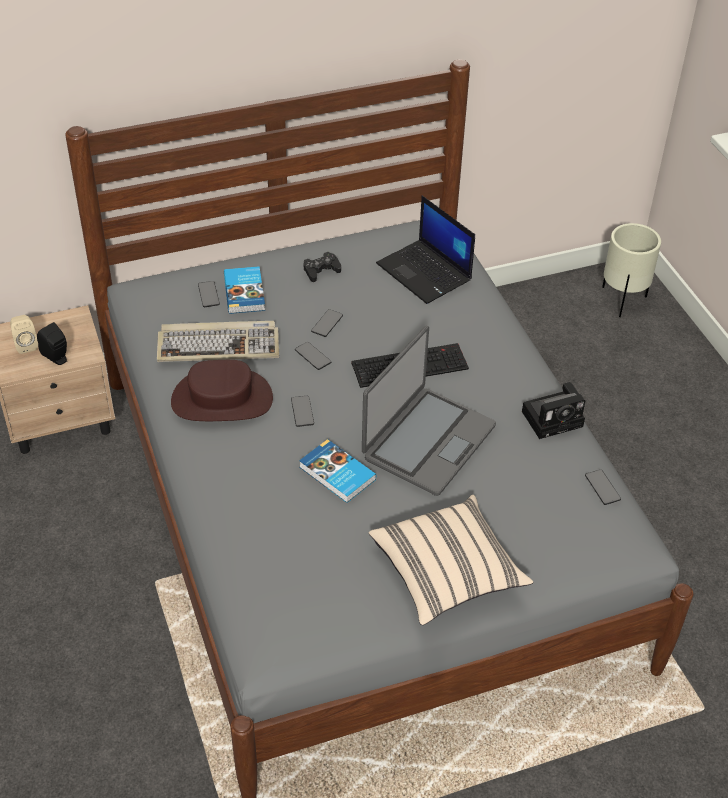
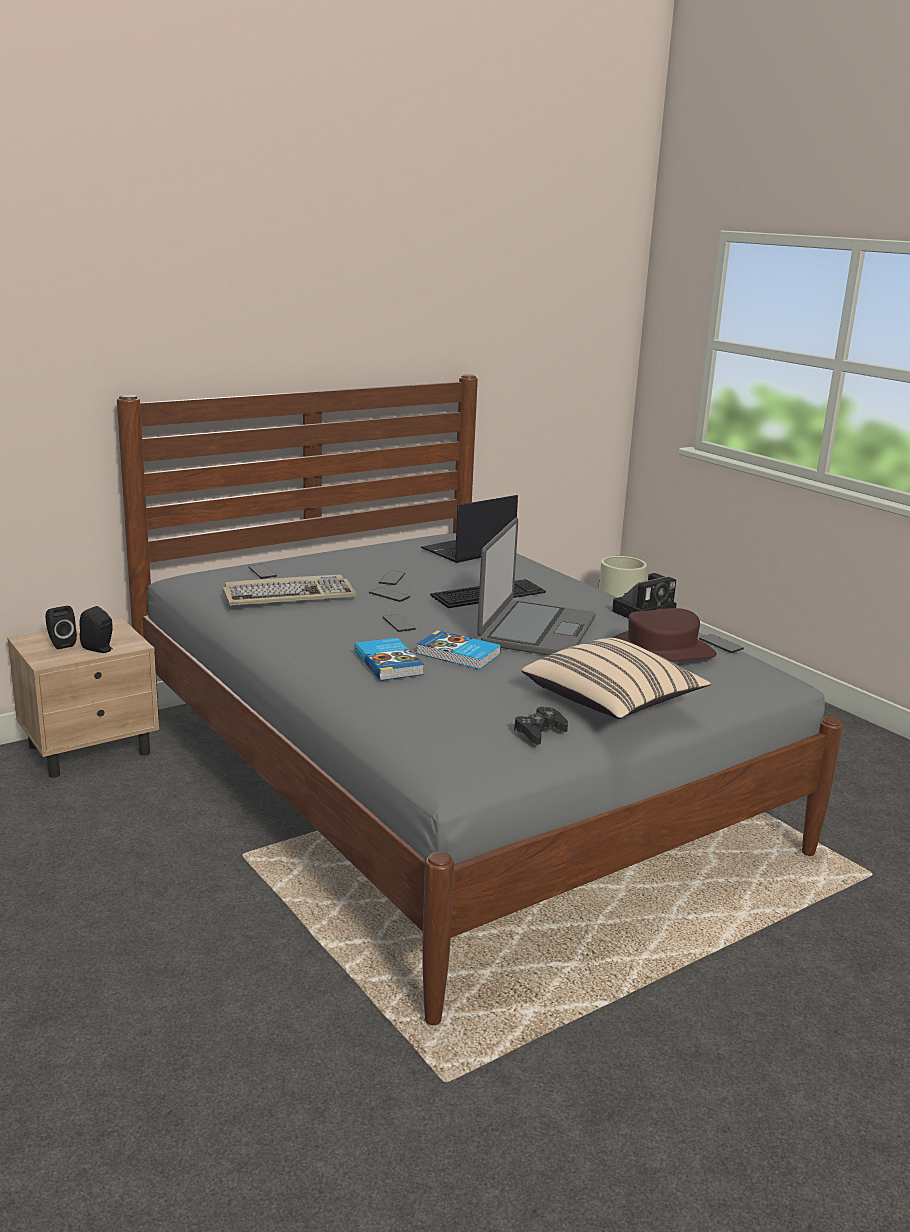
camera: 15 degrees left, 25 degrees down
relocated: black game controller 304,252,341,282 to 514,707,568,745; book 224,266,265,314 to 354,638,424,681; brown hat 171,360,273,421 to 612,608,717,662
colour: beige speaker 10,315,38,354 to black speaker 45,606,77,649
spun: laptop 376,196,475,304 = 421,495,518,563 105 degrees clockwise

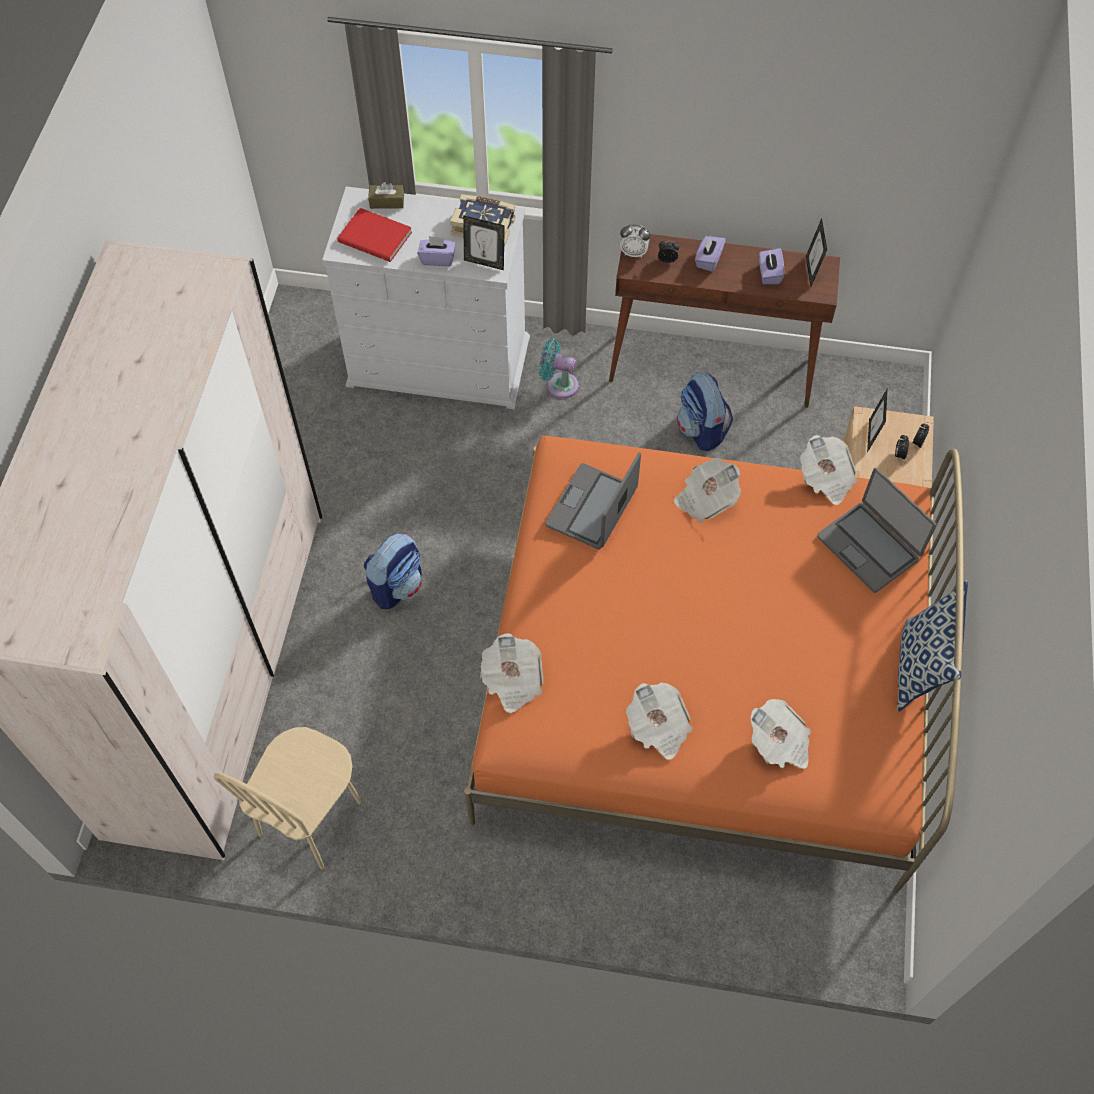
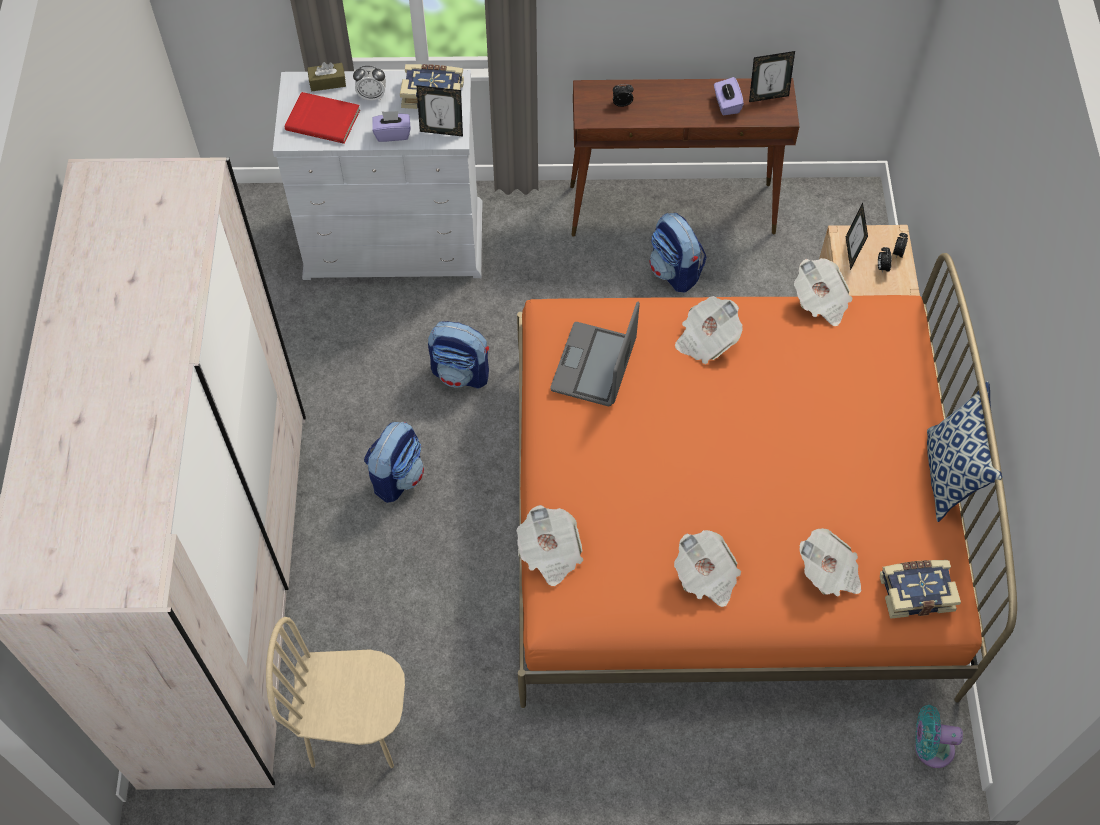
camera: 10 degrees left, 0 degrees up
missing: purple tissue box 695,236,726,272; laptop 817,468,937,593
appeared: backpack 428,321,489,389; book 880,560,961,619
relocated: alarm clock 620,225,650,258 to 353,66,386,100; turquoise fan 539,339,578,399 to 915,705,963,768
spun: picture frame 806,218,827,286 = 749,51,795,102 90 degrees counterclockwise; beige chair 214,727,362,869 = 266,617,405,768 75 degrees clockwise

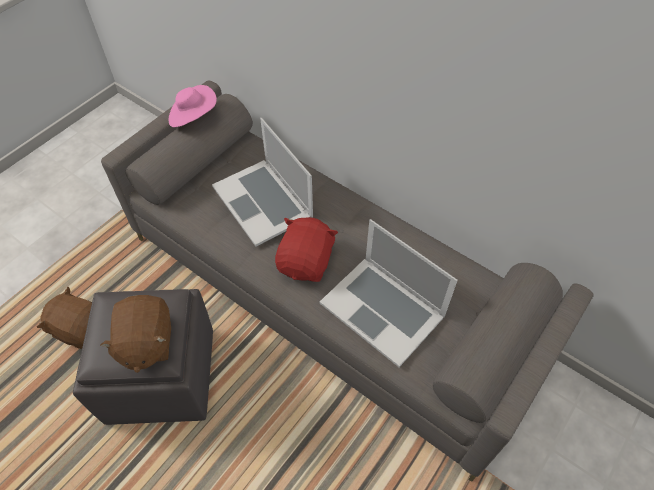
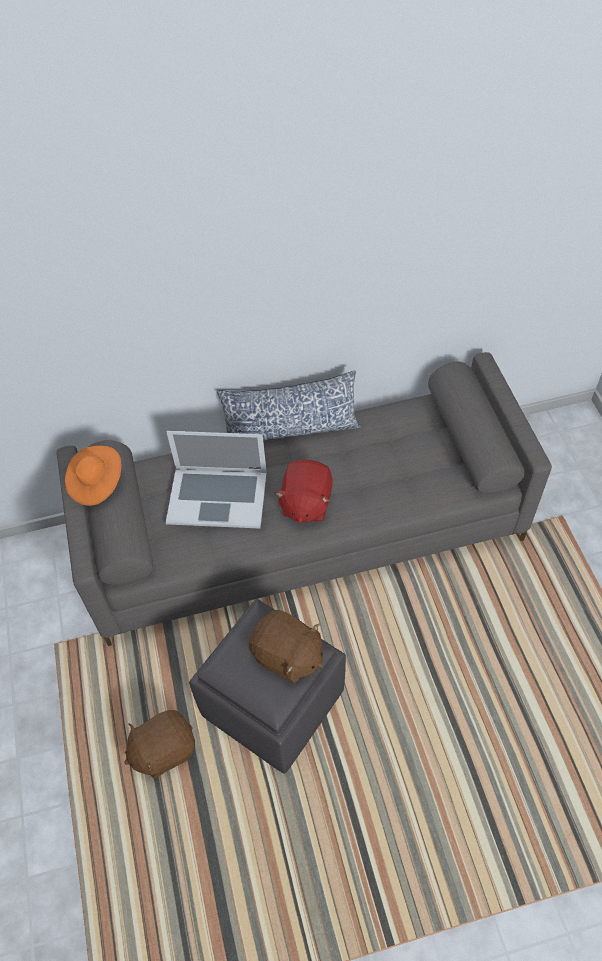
camera: 50 degrees left, 0 degrees up
missing: laptop 320,219,458,367
appeared: pillow 217,371,360,440
colour: pink hat 169,85,217,127 to orange hat 65,446,121,506
spun: red plush toy 275,217,338,282 = 275,459,333,524 135 degrees counterclockwise

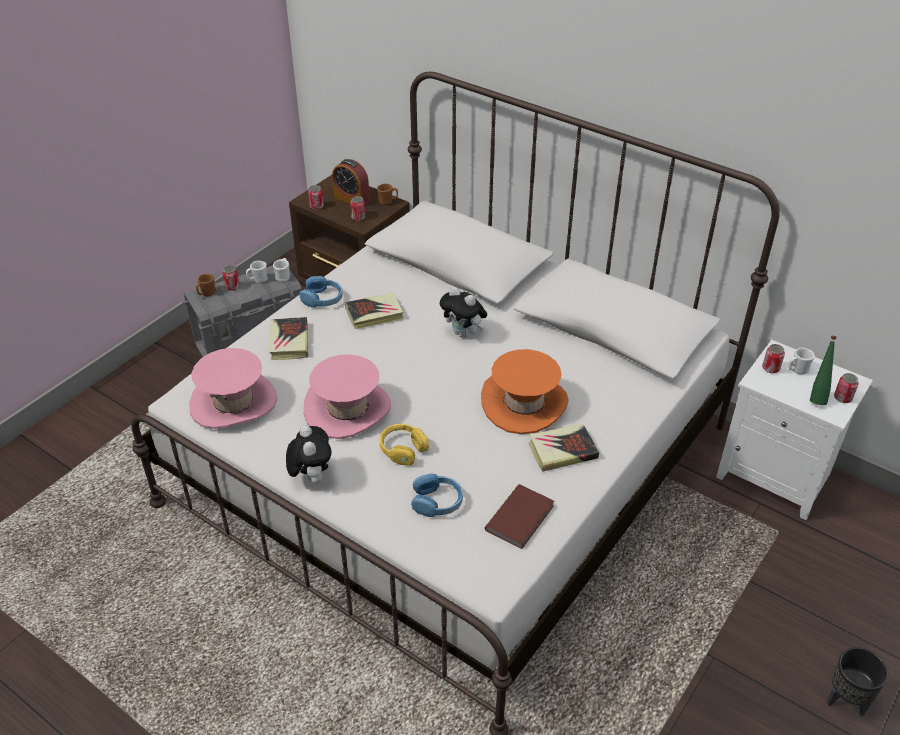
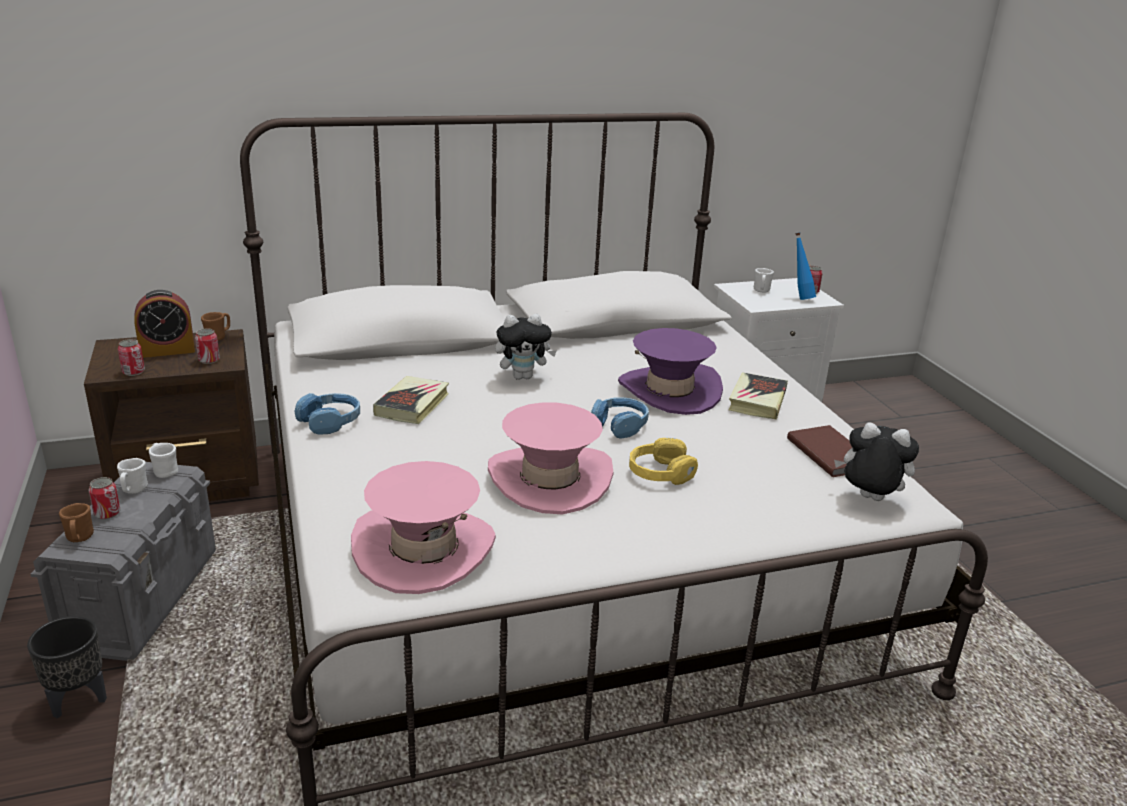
camera: 55 degrees left, 15 degrees down
missing: book 269,317,308,360; can 762,344,785,373
relocated: plush toy 286,425,332,484 to 834,422,919,501; blue headphones 411,473,463,517 to 591,397,649,439; black planter 827,647,888,716 to 27,616,107,719
colour: green bottle 810,336,836,405 to blue bottle 795,232,816,300; orange hat 481,349,569,434 to purple hat 618,328,723,415

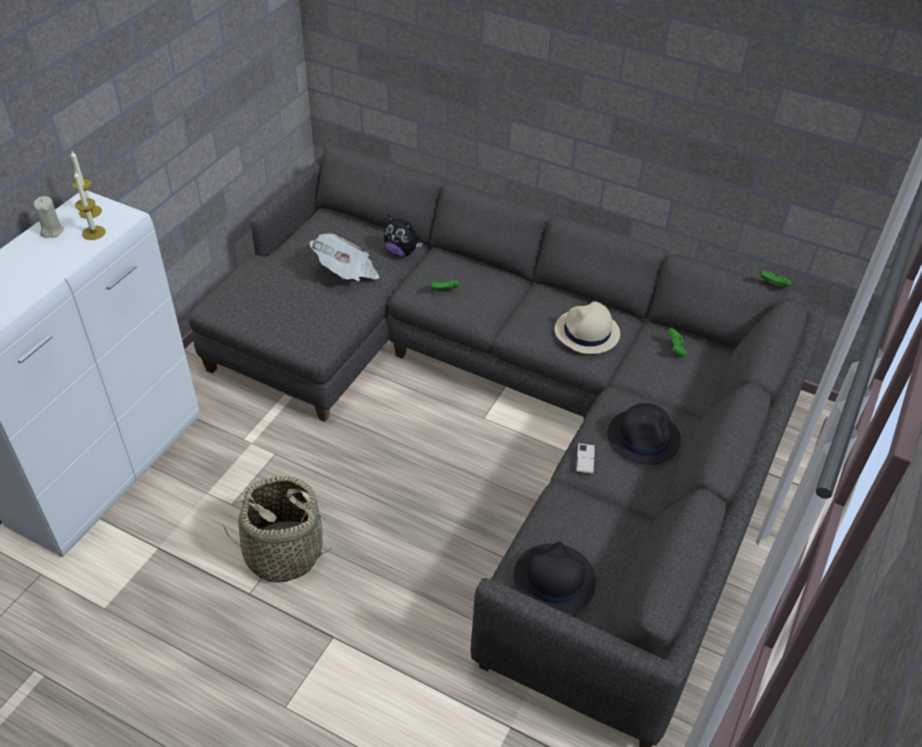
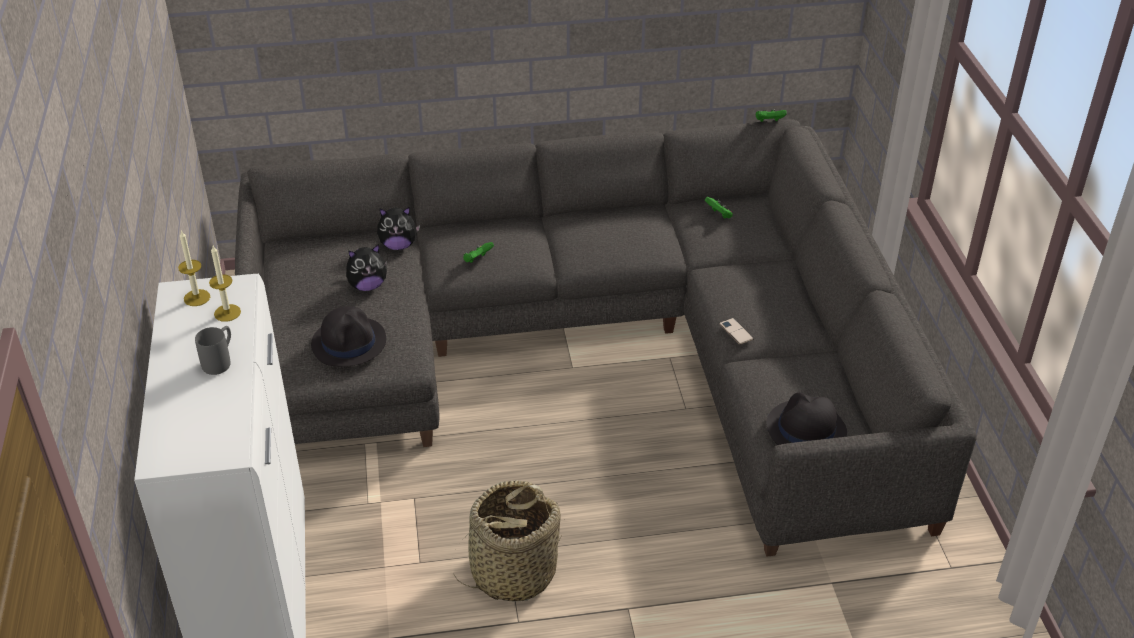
camera: 35 degrees left, 5 degrees down
missing: beige candle 34,196,64,238; beige hat 555,301,620,354
appeared: grey mug 195,326,231,375
relocated: black hat 608,403,681,465 to 311,306,386,367
exchanged: newspaper 309,233,379,281 to plush toy 346,244,387,291

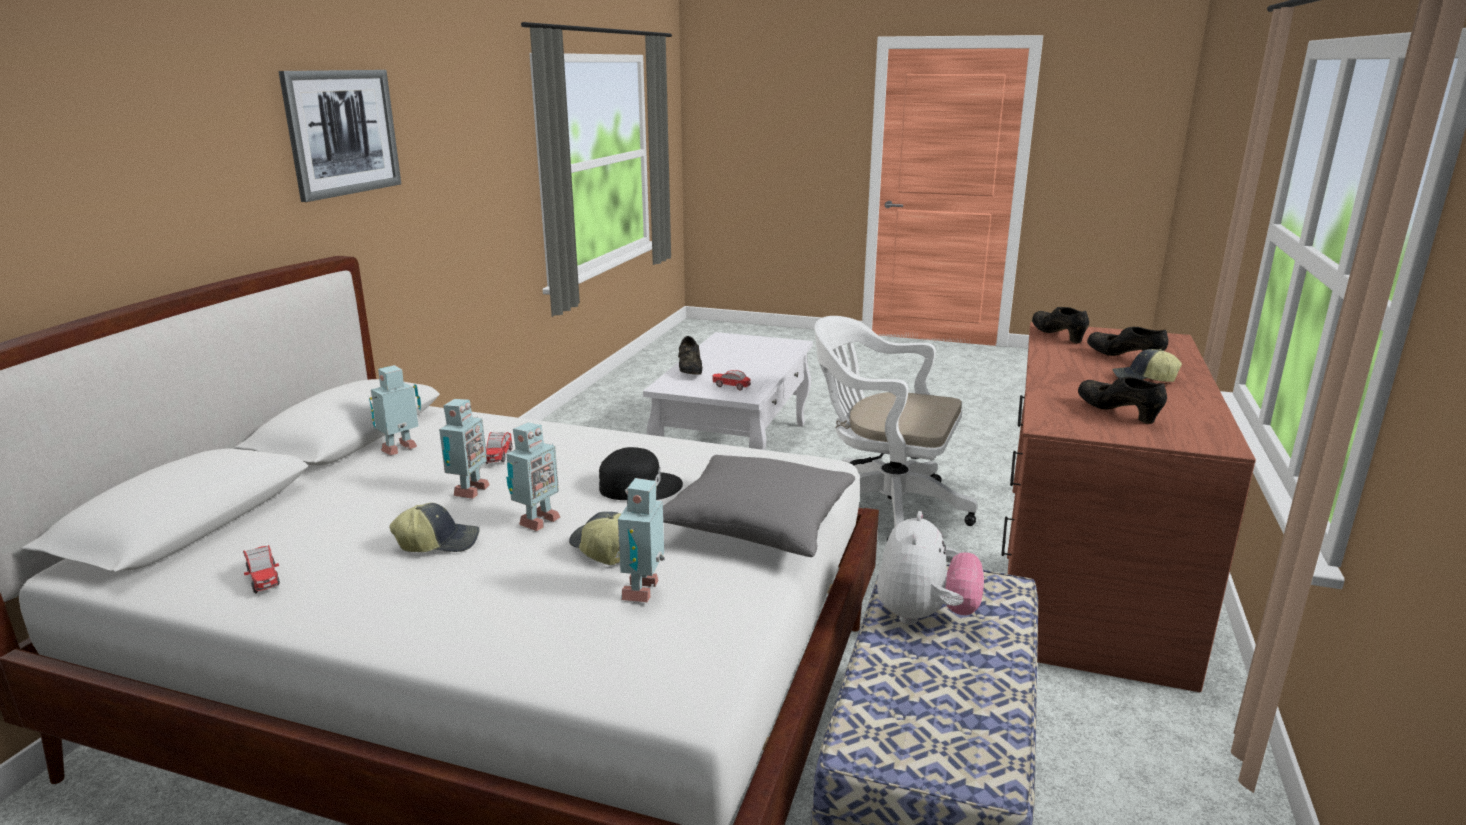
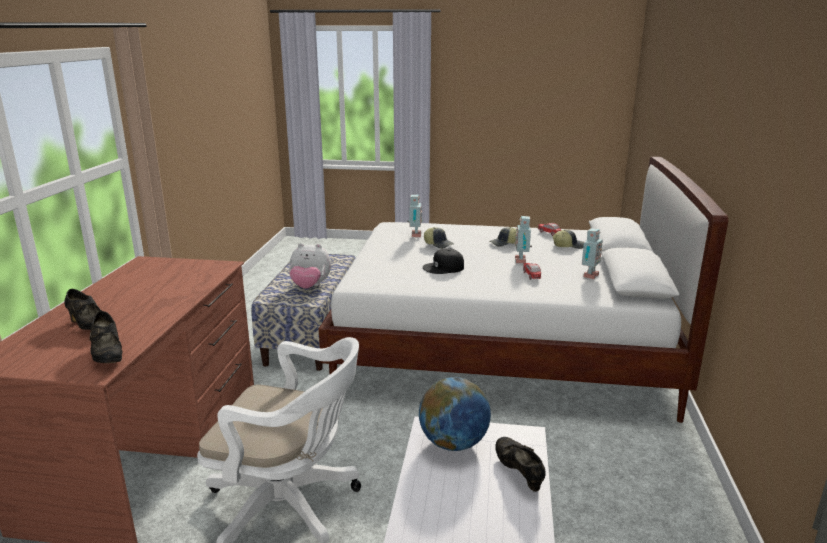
camera: 170 degrees right, 0 degrees up
missing: picture 279,70,401,202; black shoe 1078,377,1167,424; toy robot 506,422,560,531; grey pillow 663,455,855,557
relocated: cap 1112,349,1182,382 to 552,230,584,249
exchanged: toy car 712,370,751,391 to globe 419,377,491,451
spun: plush toy 877,511,984,625 = 289,243,331,289 90 degrees counterclockwise

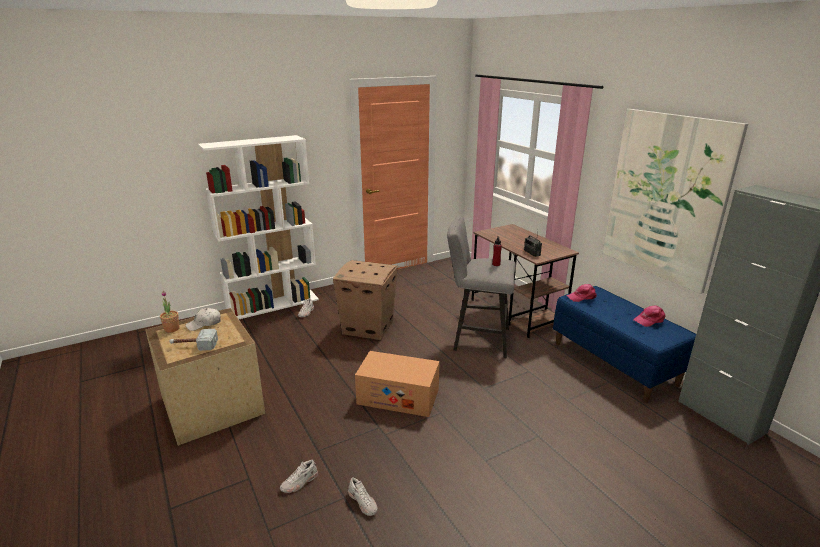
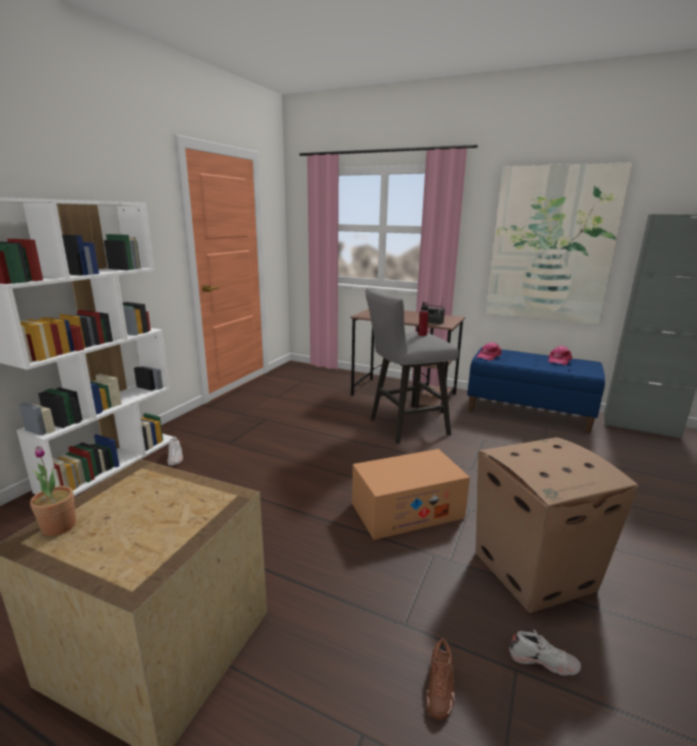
camera: 35 degrees left, 5 degrees down
missing: white cap 186,308,221,331; hammer 169,329,218,351
relocated: cardboard box 333,260,398,340 to 476,437,638,613
colour: white shoe 280,460,318,493 to brown shoe 426,638,455,720

